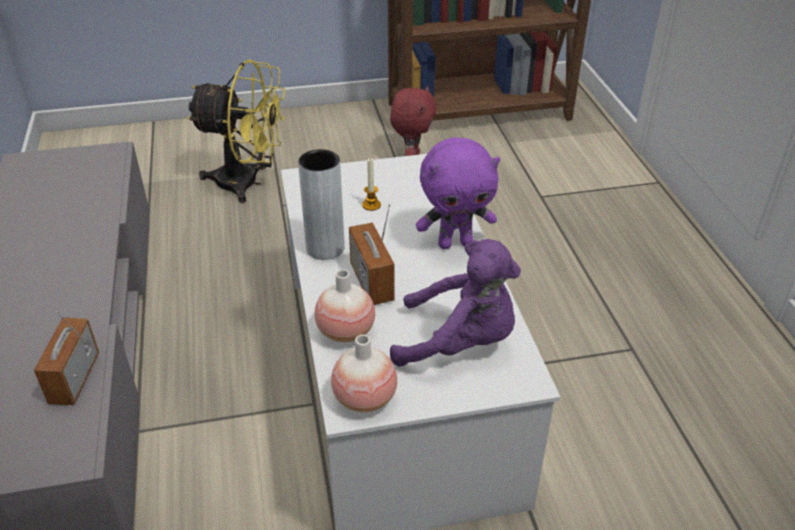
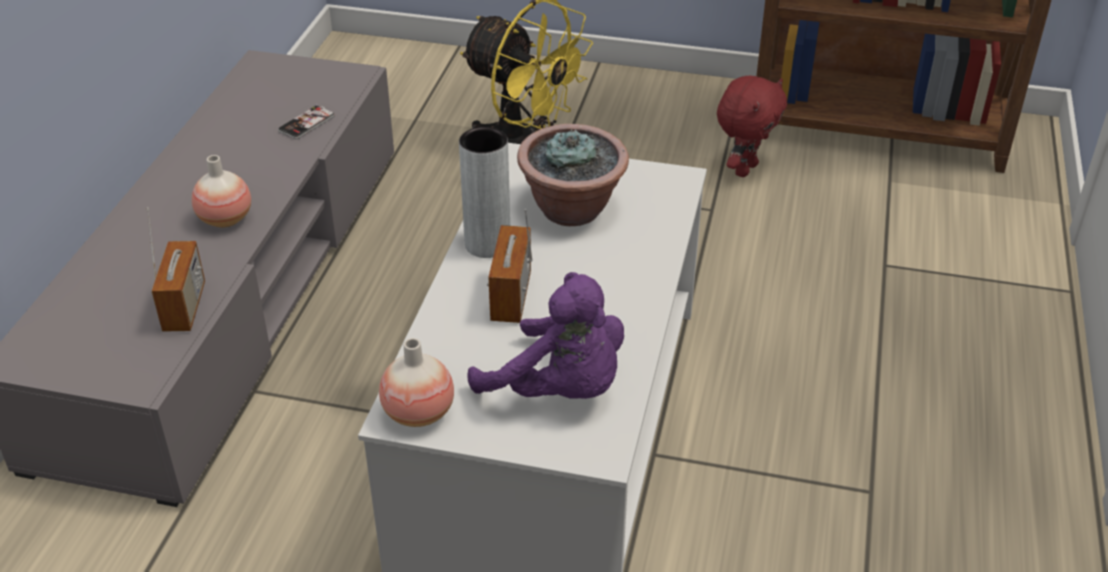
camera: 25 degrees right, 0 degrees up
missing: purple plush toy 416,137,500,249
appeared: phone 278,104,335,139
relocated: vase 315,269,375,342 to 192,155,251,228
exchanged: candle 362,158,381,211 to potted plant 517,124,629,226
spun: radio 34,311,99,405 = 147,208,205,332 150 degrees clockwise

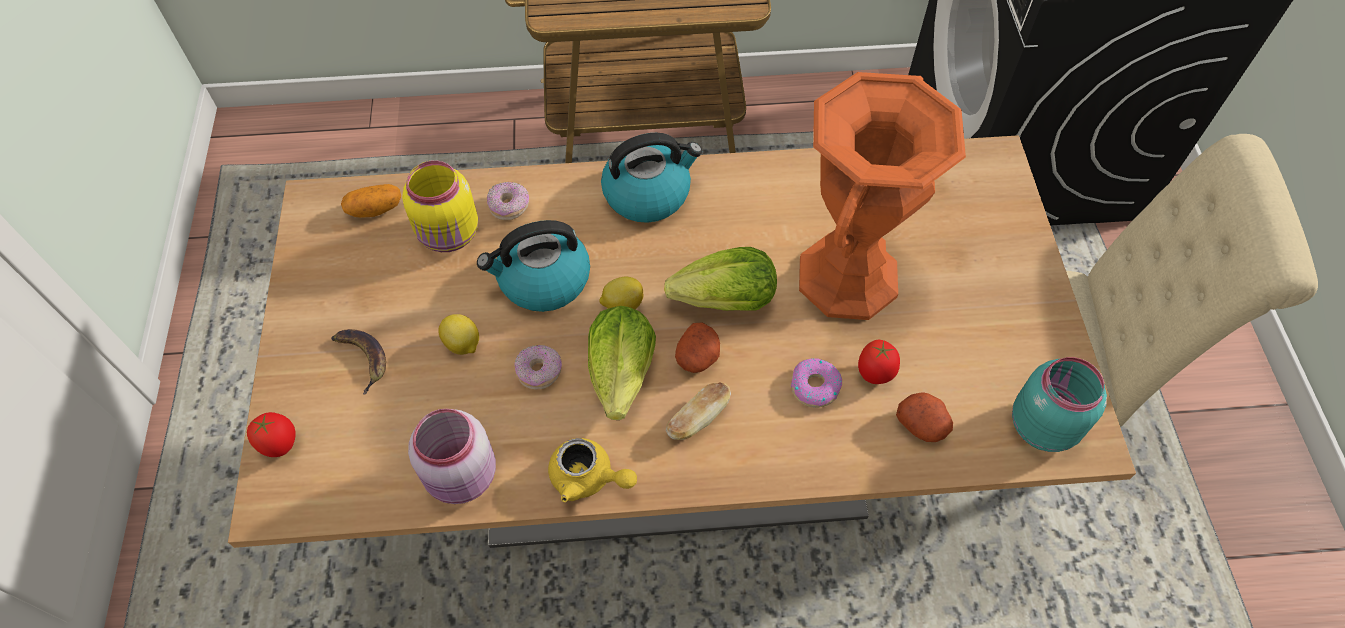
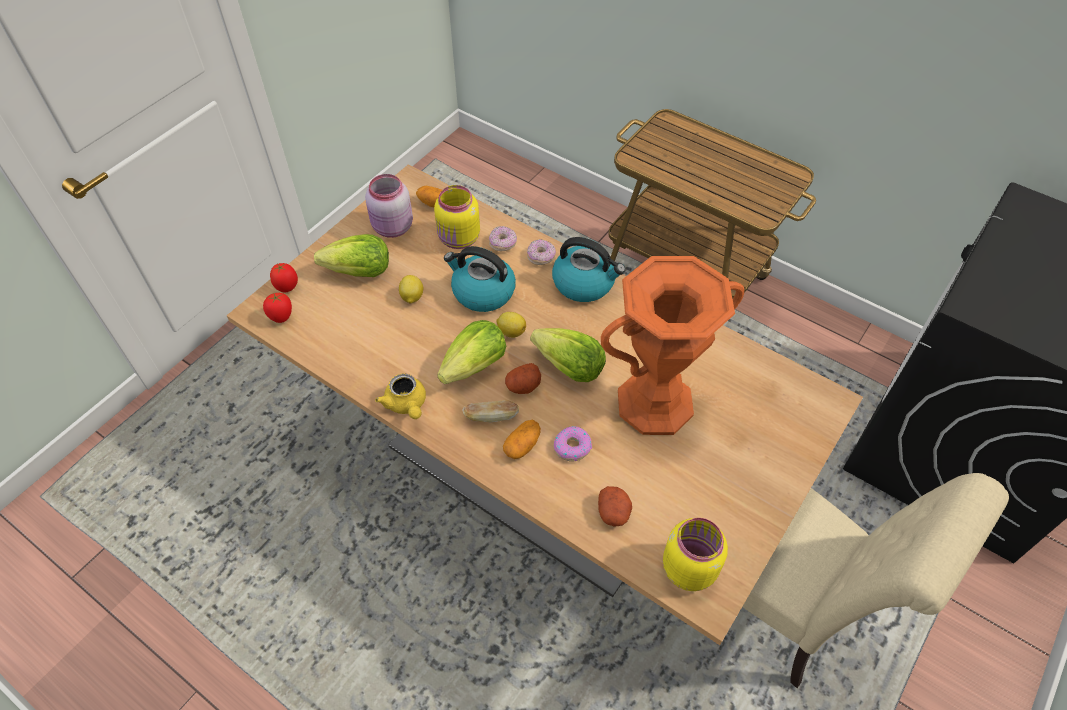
camera: 40 degrees right, 5 degrees down
appeared: potato 503,420,541,459
relocated: tomato 858,340,900,384 to 263,293,292,323; donut 514,345,562,390 to 527,239,556,265; pink jar 408,409,496,504 to 365,174,413,238
exchanged: banana 331,329,386,395 to lettuce 314,234,389,277
colour: turquoise jar 1012,357,1107,452 to yellow jar 663,518,728,591

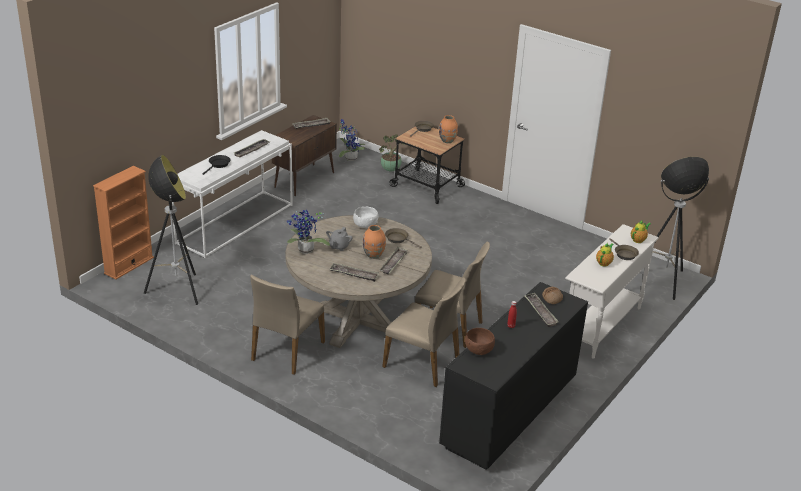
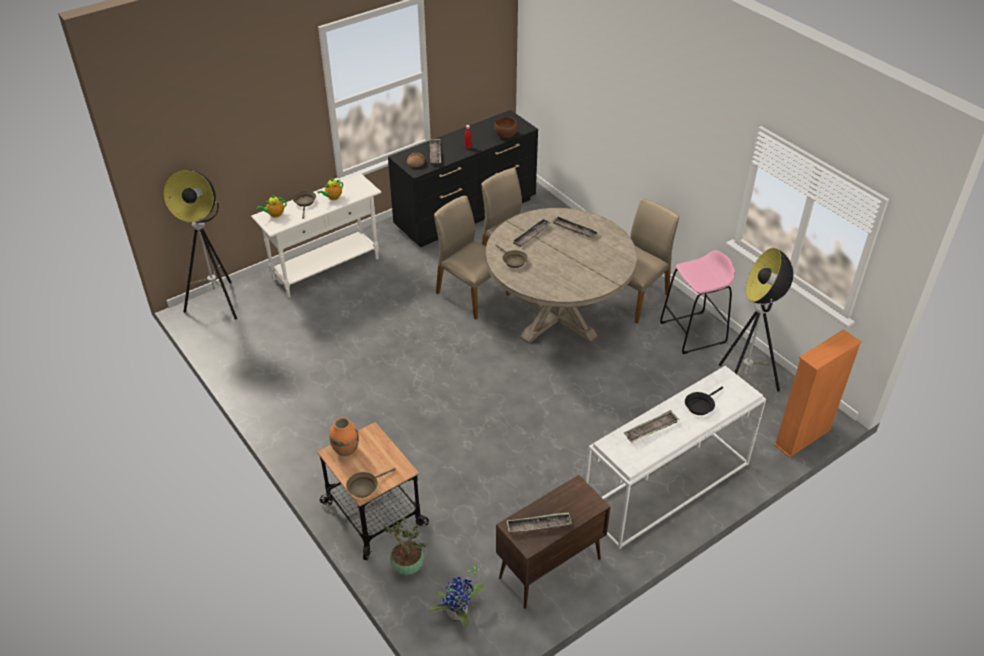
camera: 160 degrees left, 10 degrees up
missing: white bowl 353,207,378,228; potted plant 287,210,330,254; orange vase 363,225,386,259; grey teapot 326,227,353,251
appeared: pink stool 660,250,735,354

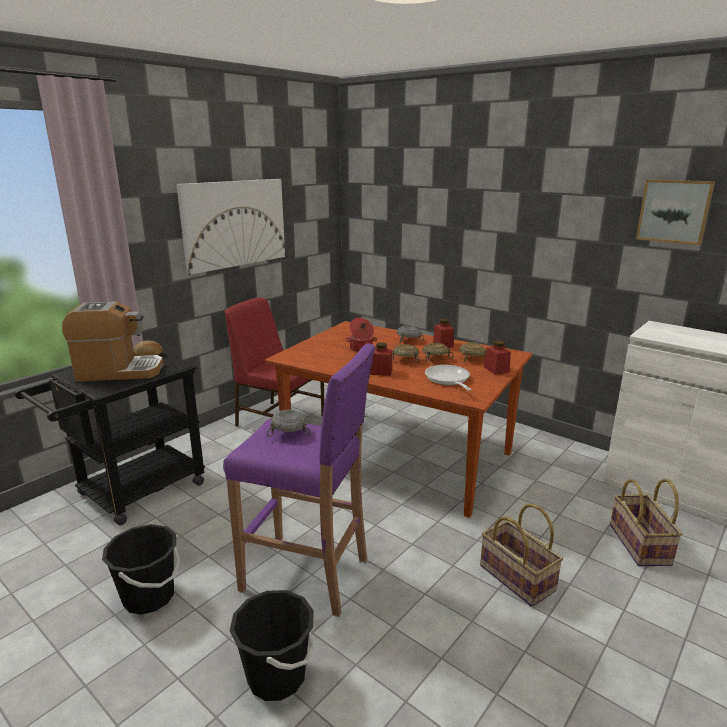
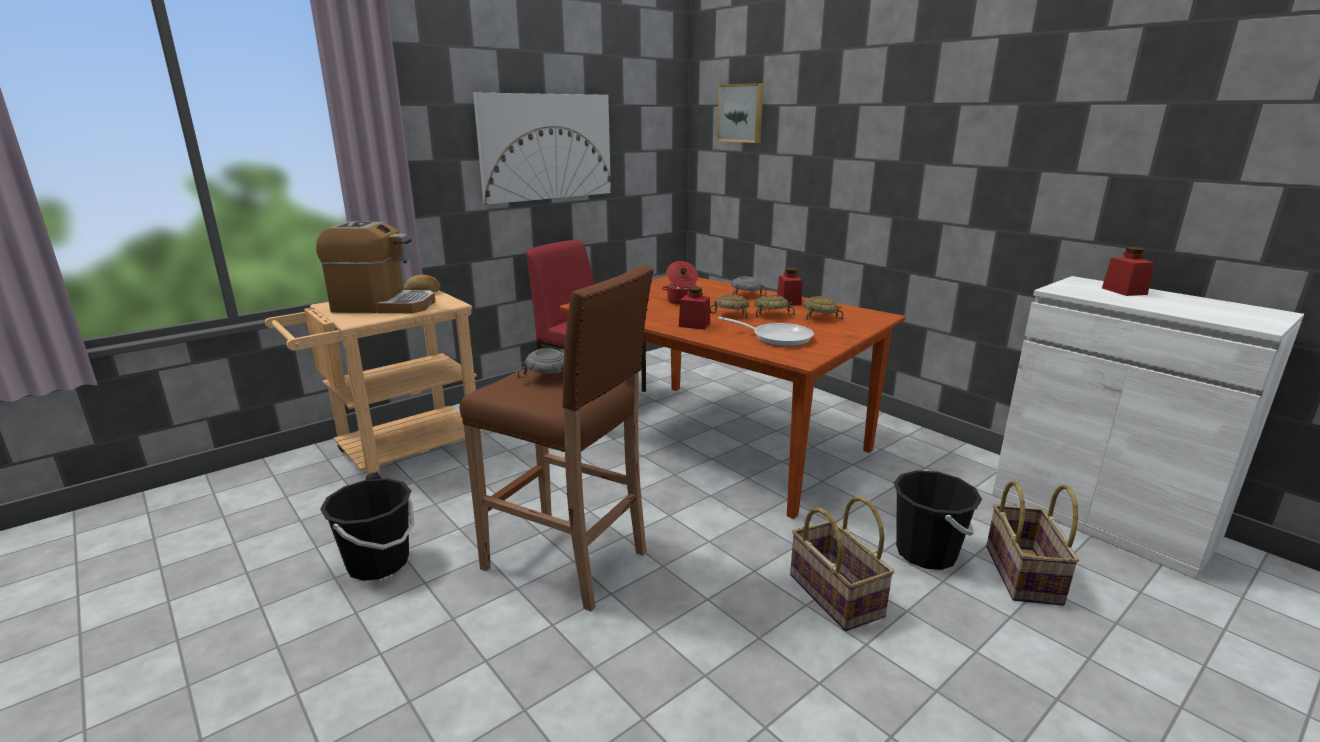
camera: 10 degrees right, 0 degrees up
relocated: picture 636,179,715,245 to 717,83,764,143; red jar 484,341,511,375 to 1102,247,1154,296; black bucket 230,590,314,701 to 894,470,982,570
colour: purple stool 223,343,375,617 to brown stool 460,265,654,612; black cart 15,352,205,525 to beige cart 265,290,483,480
spun: frying pan 425,365,471,391 = 718,317,814,347 120 degrees clockwise

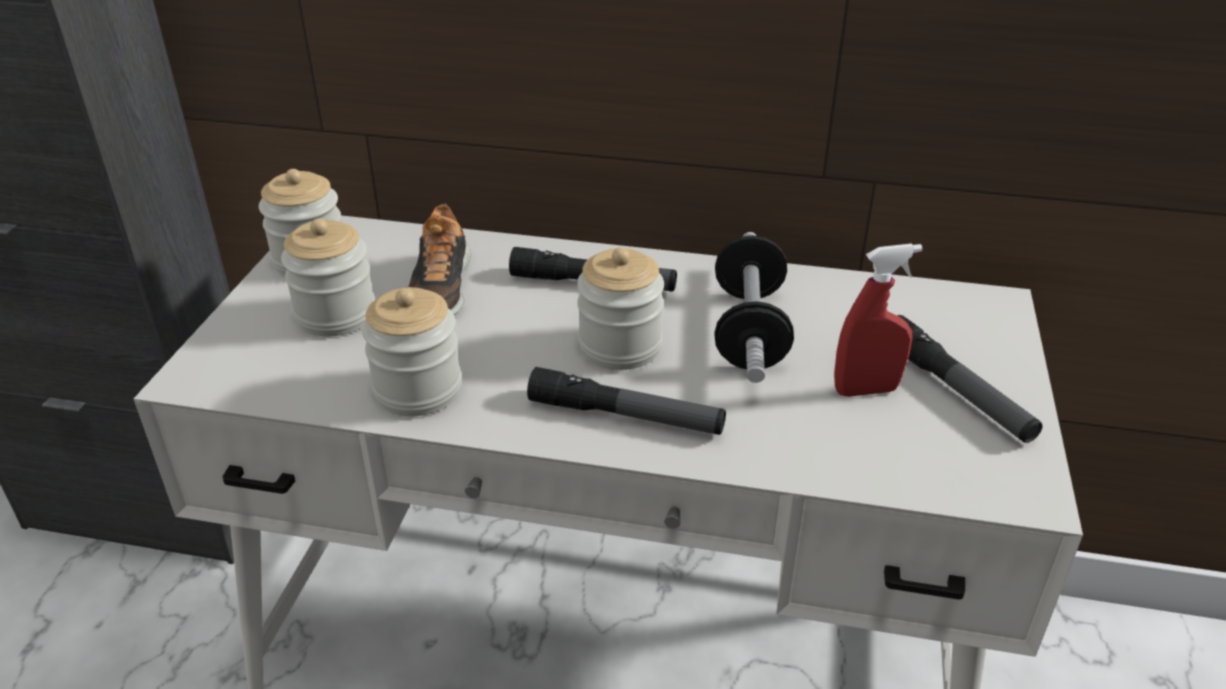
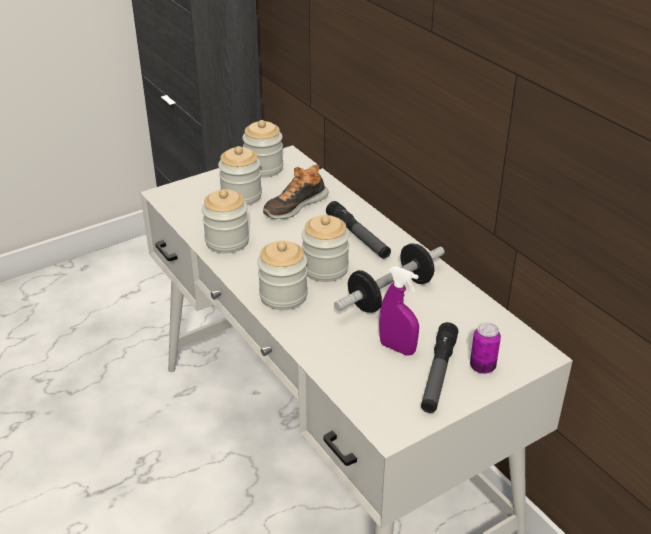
camera: 45 degrees right, 0 degrees up
appeared: can 470,323,501,374
exchanged: flashlight 527,367,726,435 to jar 257,241,308,310
colour: red spray bottle 834,243,923,397 to purple spray bottle 379,266,419,356

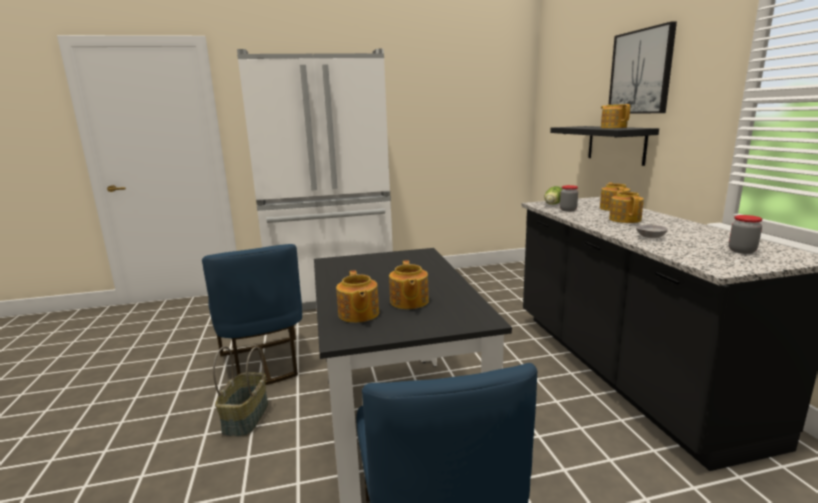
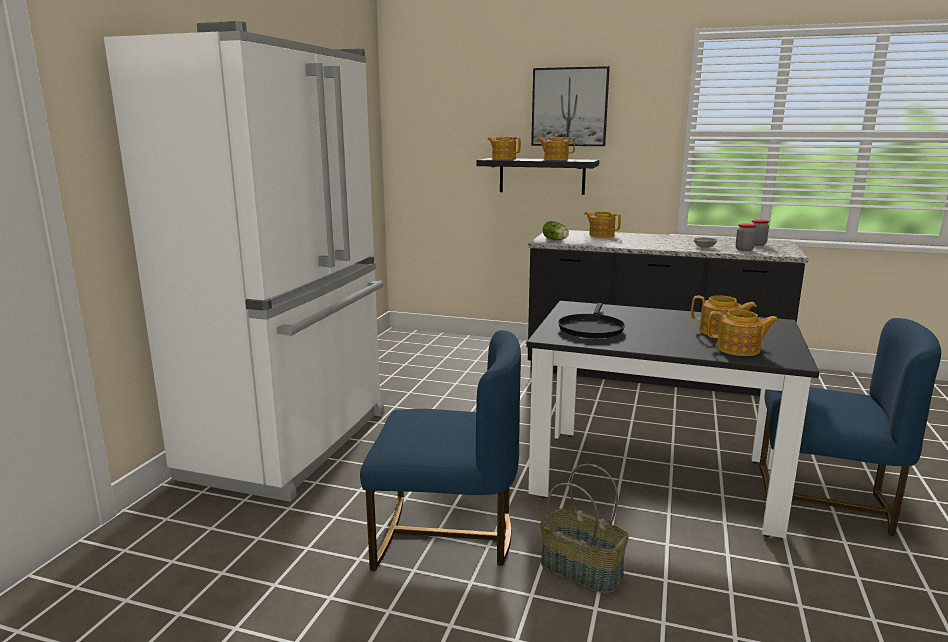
camera: 60 degrees left, 0 degrees up
appeared: black frying pan 558,303,625,338
relocated: jar 560,185,578,212 to 736,223,756,251; teapot 609,190,644,223 to 487,137,521,160

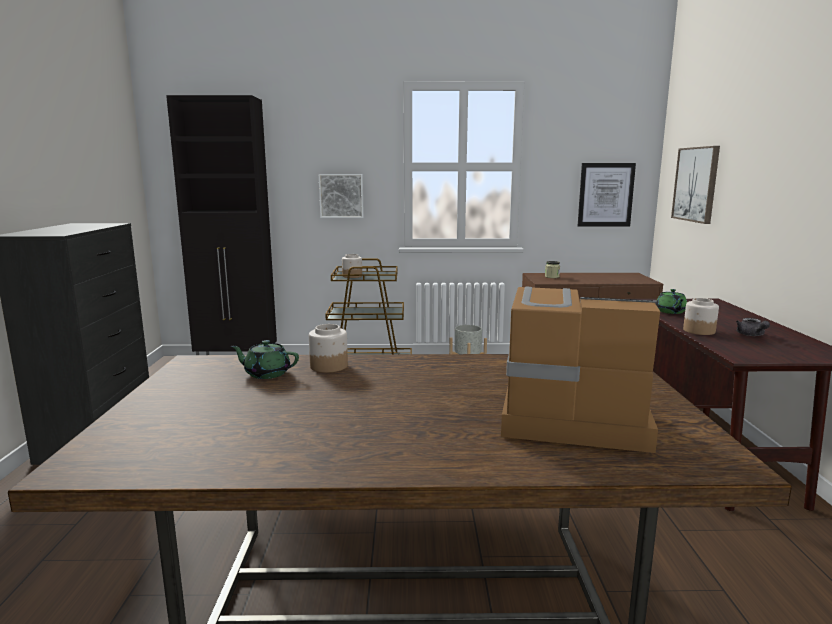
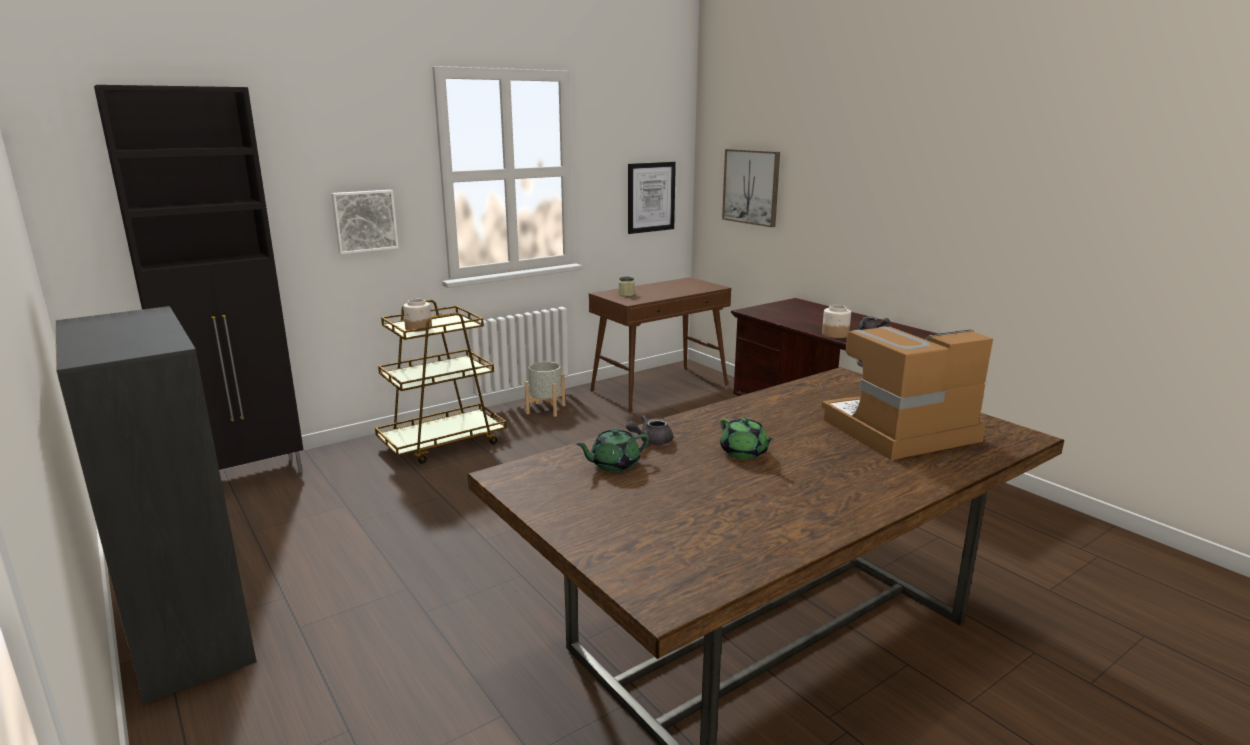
camera: 35 degrees left, 5 degrees up
relocated: green teapot 656,289,687,314 to 720,417,774,459
exchanged: jar 309,324,348,373 to grey teapot 626,415,673,445

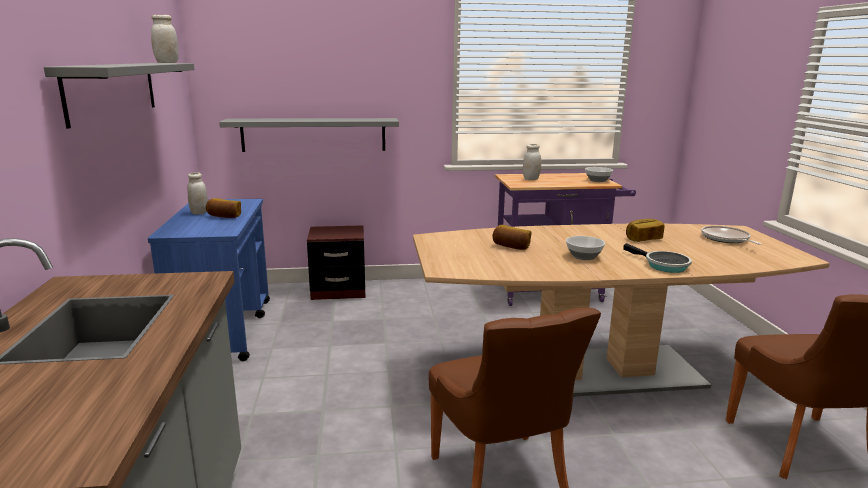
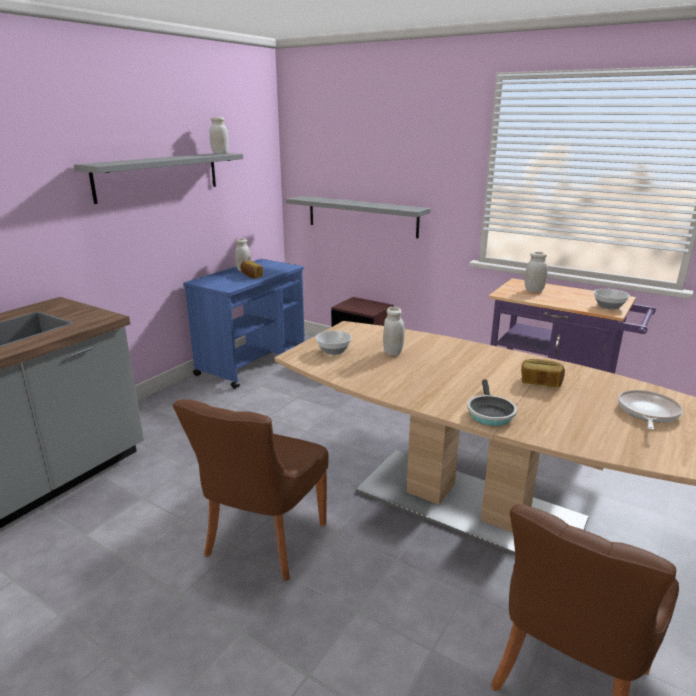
camera: 40 degrees right, 5 degrees up
relocated: bowl 566,236,605,260 to 316,331,352,355
exchanged: bread 493,225,532,250 to white jar 383,307,405,356

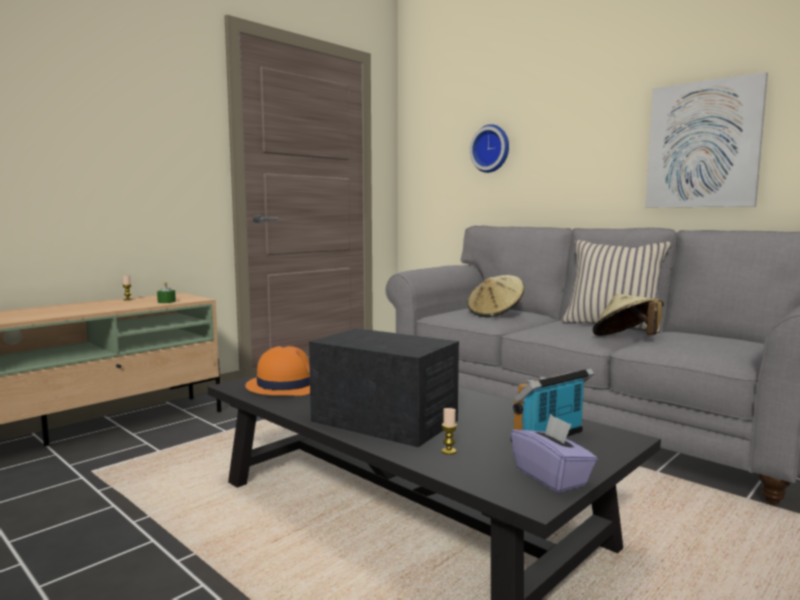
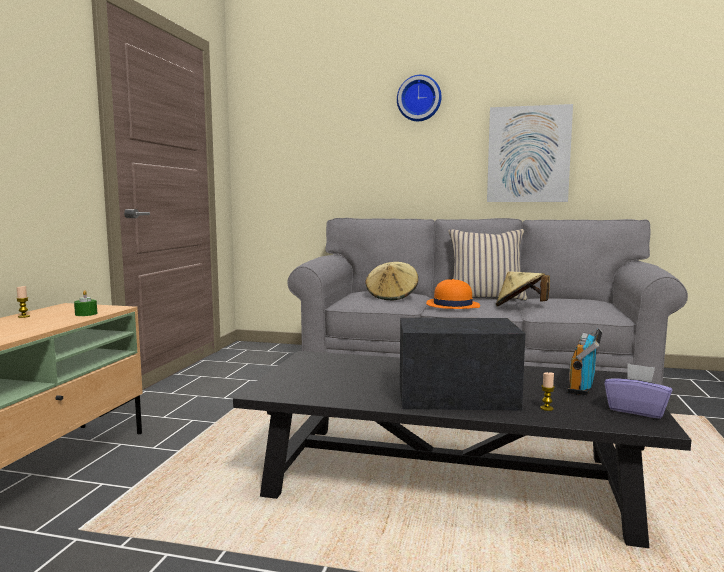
camera: 30 degrees left, 0 degrees up
relocated: wall clock 469,124,509,173 to 397,75,442,121; orange hat 245,346,310,396 to 426,279,480,309

